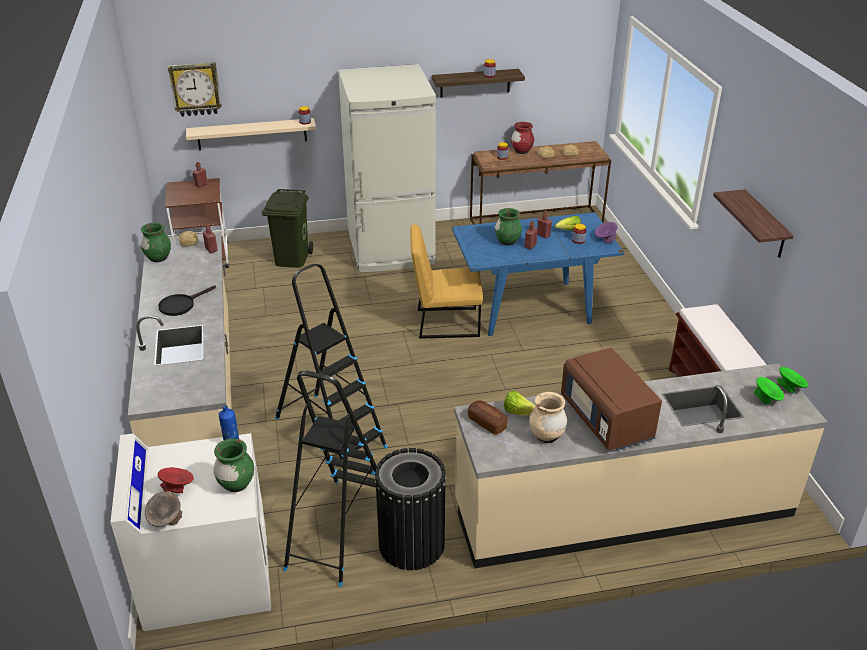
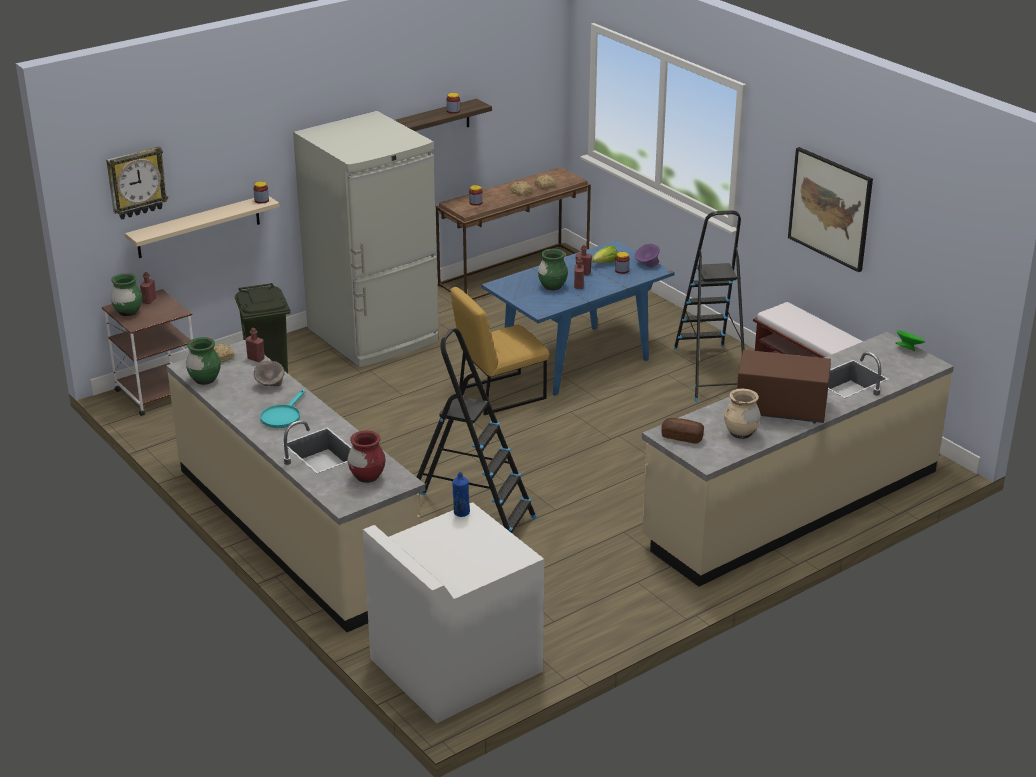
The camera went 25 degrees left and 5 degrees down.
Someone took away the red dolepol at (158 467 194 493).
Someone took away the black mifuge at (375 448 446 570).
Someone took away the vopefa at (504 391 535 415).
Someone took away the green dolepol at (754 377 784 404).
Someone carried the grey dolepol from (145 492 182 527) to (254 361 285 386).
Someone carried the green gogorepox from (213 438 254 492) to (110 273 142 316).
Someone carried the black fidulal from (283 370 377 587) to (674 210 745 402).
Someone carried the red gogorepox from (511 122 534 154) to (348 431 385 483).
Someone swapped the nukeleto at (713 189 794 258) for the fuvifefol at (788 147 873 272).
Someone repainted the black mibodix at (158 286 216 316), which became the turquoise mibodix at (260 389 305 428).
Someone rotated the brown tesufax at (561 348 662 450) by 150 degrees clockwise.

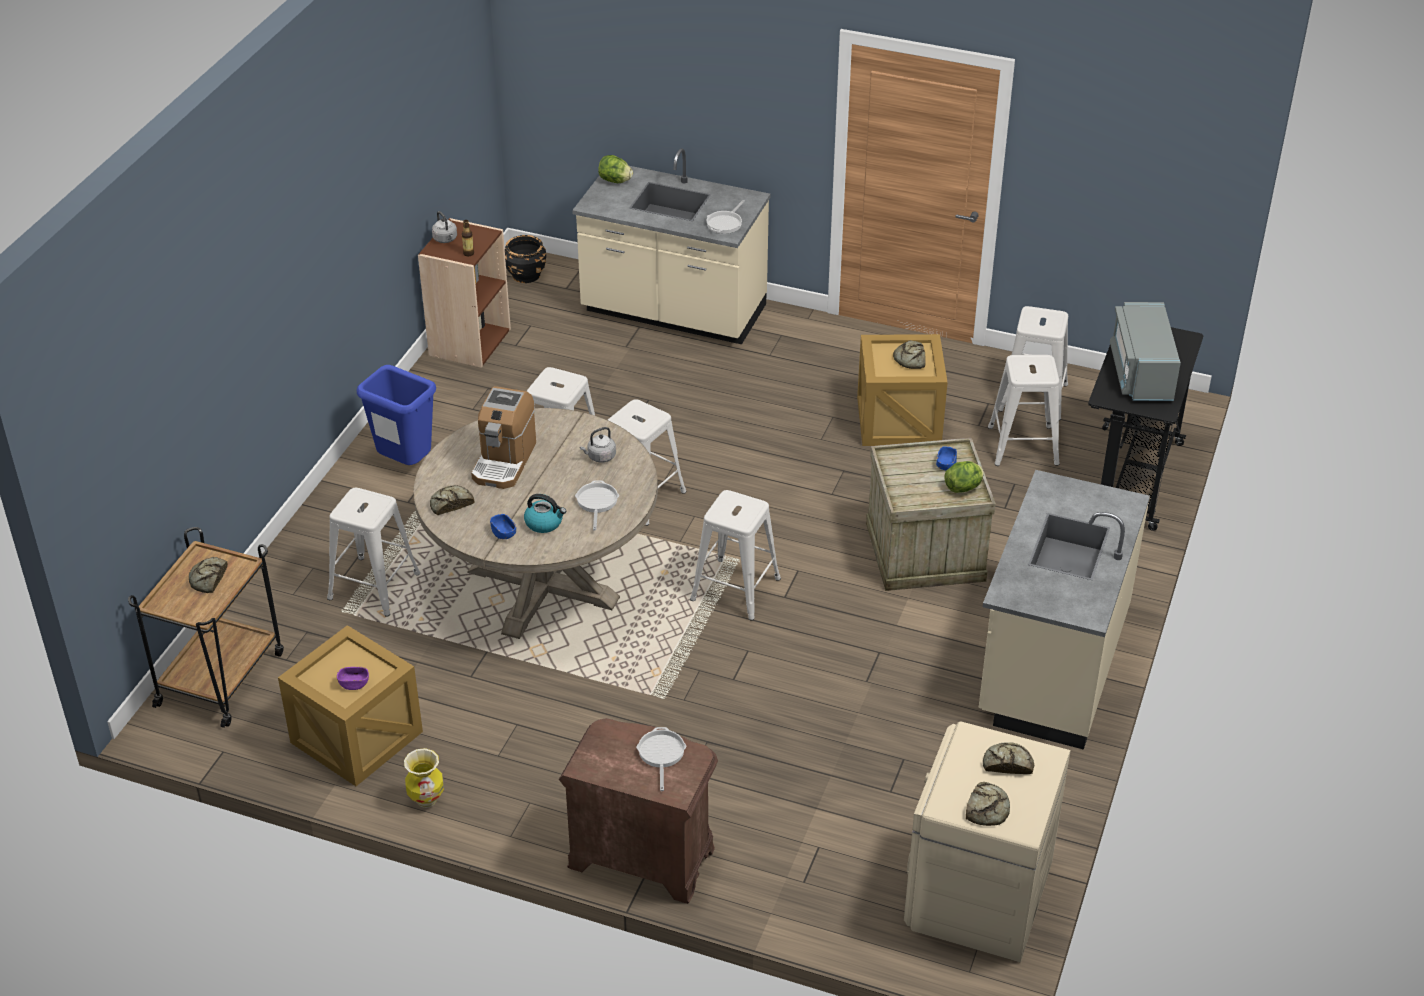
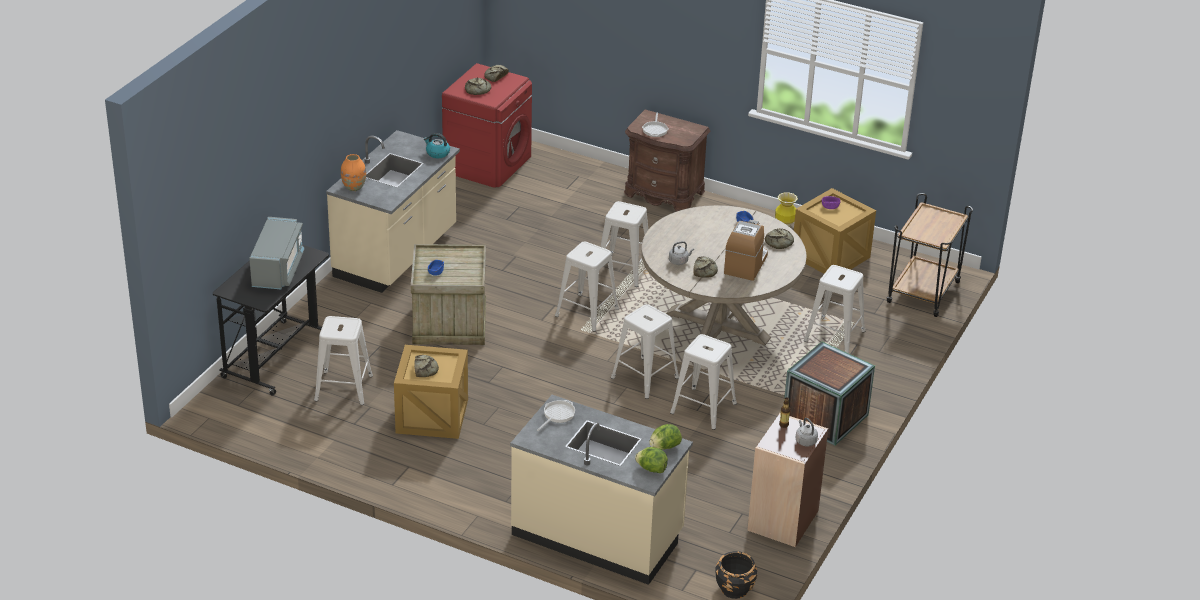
The camera went 175 degrees left and 5 degrees down.
Someone took away the mibodix at (575 480 619 531).
Someone put down the orange gogorepox at (341 154 366 191).
Someone carried the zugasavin from (189 557 228 593) to (693 256 718 278).
Someone carried the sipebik from (524 494 566 533) to (424 133 450 158).
Someone carried the vopefa from (944 461 984 493) to (649 424 682 450).
Someone carried the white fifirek from (999 306 1068 420) to (601 201 648 287).
Someone swapped the blue mifuge at (357 365 436 465) for the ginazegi at (784 341 875 446).
Someone repainted the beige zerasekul at (904 722 1071 963), which became the red zerasekul at (442 63 532 188).

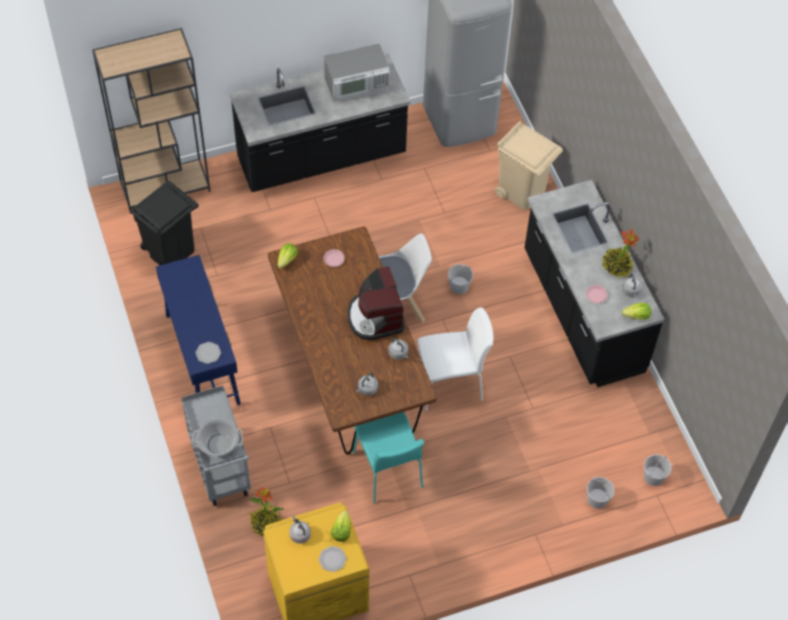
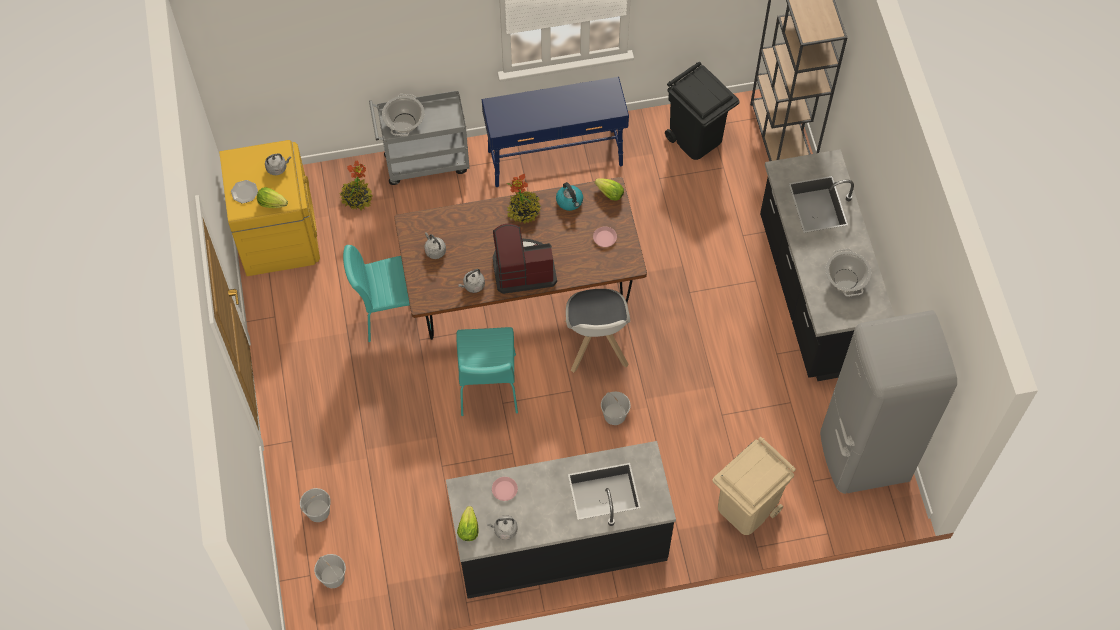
The camera went 100 degrees right and 5 degrees up.
Someone took away the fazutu at (195 342 221 364).
Someone put down the sipebik at (556 182 583 211).
Someone carried the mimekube from (601 229 639 278) to (506 173 541 224).
Someone swapped the tesufax at (324 43 389 103) for the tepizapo at (826 249 871 297).
Someone repainted the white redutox at (417 307 494 410), which became the turquoise redutox at (456 327 518 416).

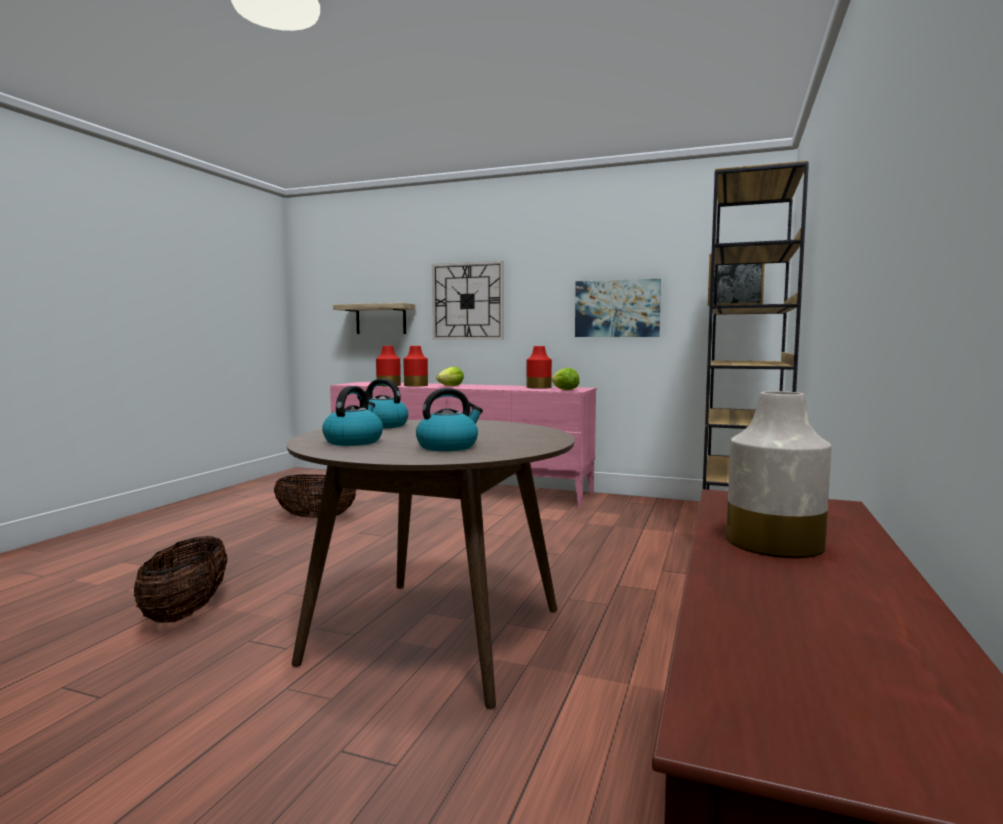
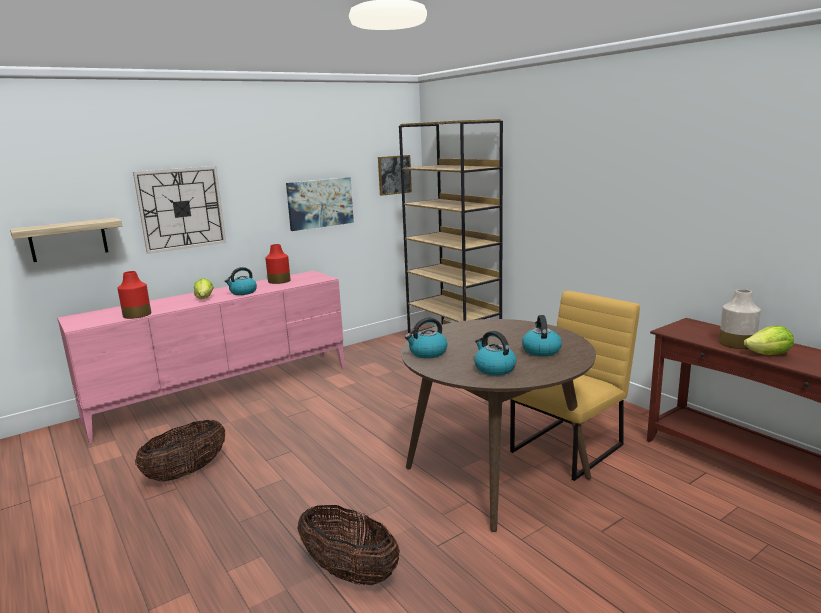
The camera went 55 degrees left and 10 degrees up.
Someone took away the red gogorepox at (403 346 428 387).
Someone put down the sipebik at (225 267 257 295).
Someone put down the yellow redutox at (510 291 640 481).
Someone carried the vopefa from (551 368 579 390) to (744 326 794 355).

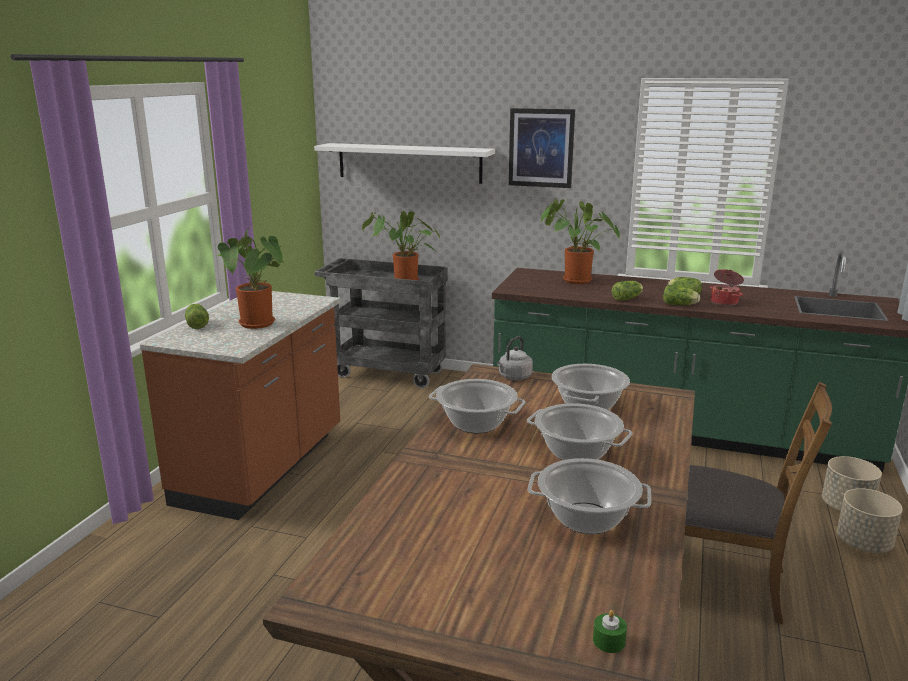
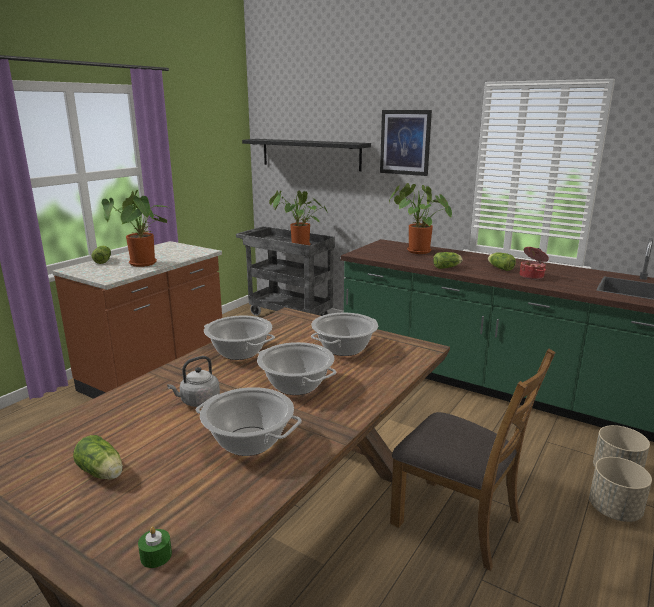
The camera went 15 degrees right and 0 degrees up.
Someone carried the grey sipebik from (497 336 533 380) to (167 356 220 407).
Someone carried the vopefa from (663 285 700 305) to (73 435 123 480).
Someone repainted the white nukeleto at (314 143 495 184), which became the black nukeleto at (242 139 371 171).

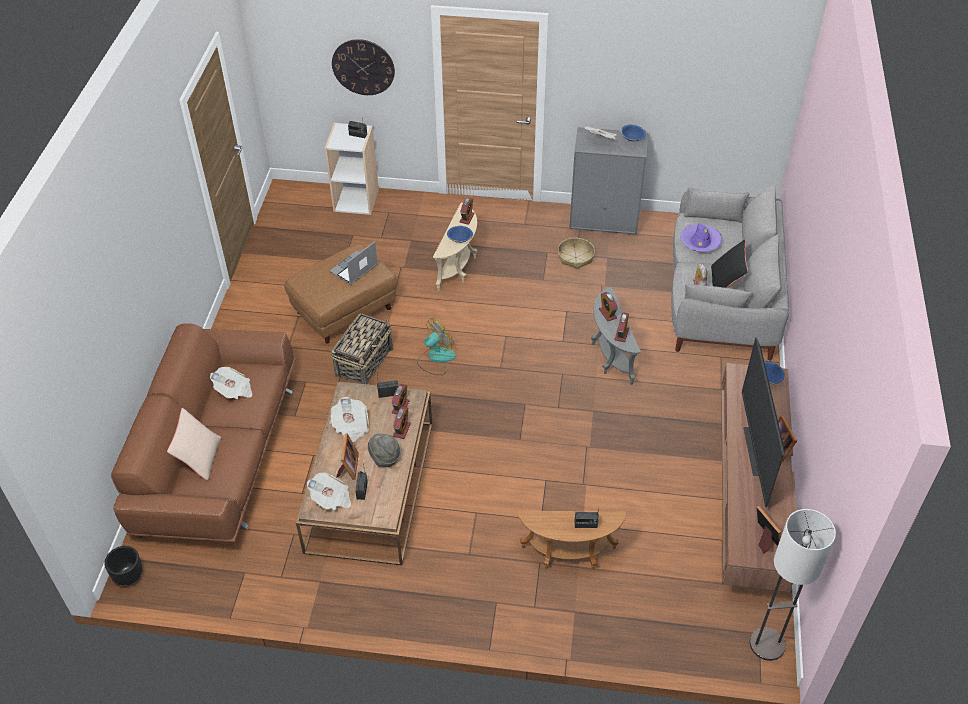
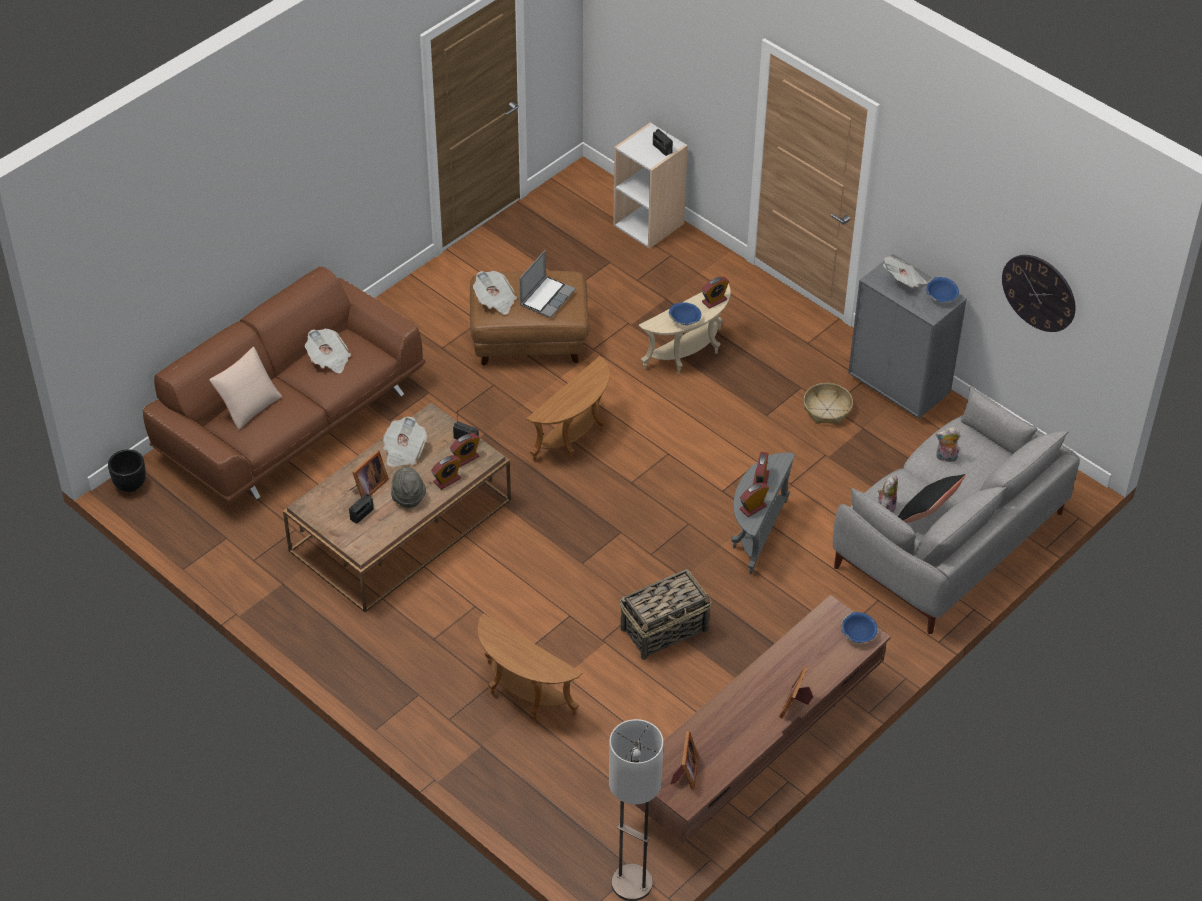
The camera went 35 degrees right and 0 degrees up.
Someone took away the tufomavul at (575 507 599 528).
Someone took away the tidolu at (742 338 785 507).
Someone carried the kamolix from (307 472 351 510) to (473 271 517 315).
Someone carried the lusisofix from (331 313 393 384) to (620 569 712 660).
Someone carried the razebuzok from (332 39 395 95) to (1002 255 1076 332).
Someone swapped the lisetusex at (417 318 456 375) for the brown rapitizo at (527 356 610 461).
Someone swapped the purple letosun at (680 223 722 252) for the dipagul at (936 427 961 464).
Someone rotated the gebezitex at (330 241 378 285) by 135 degrees clockwise.

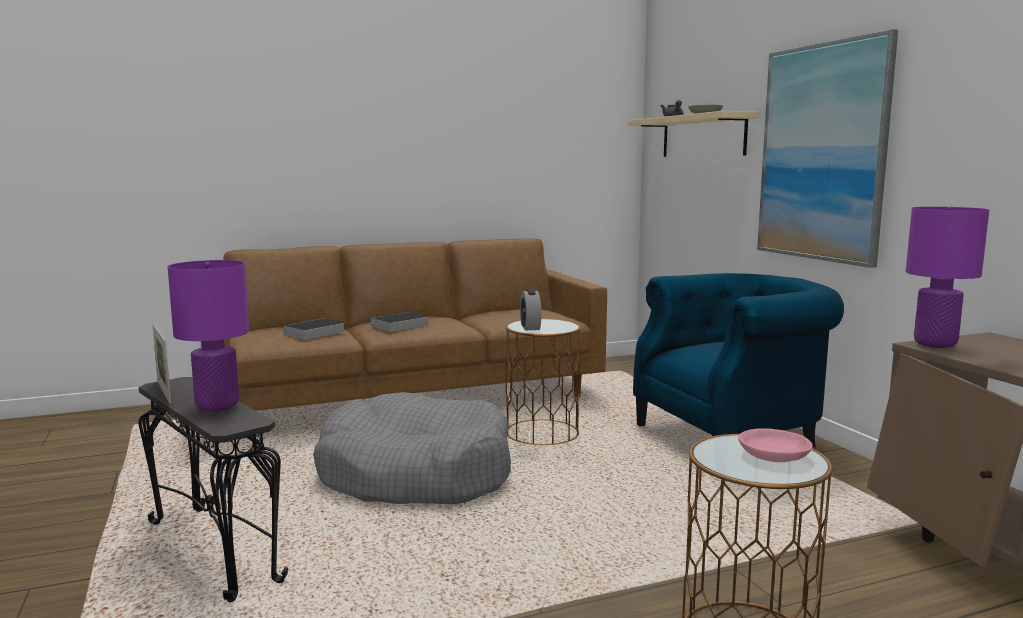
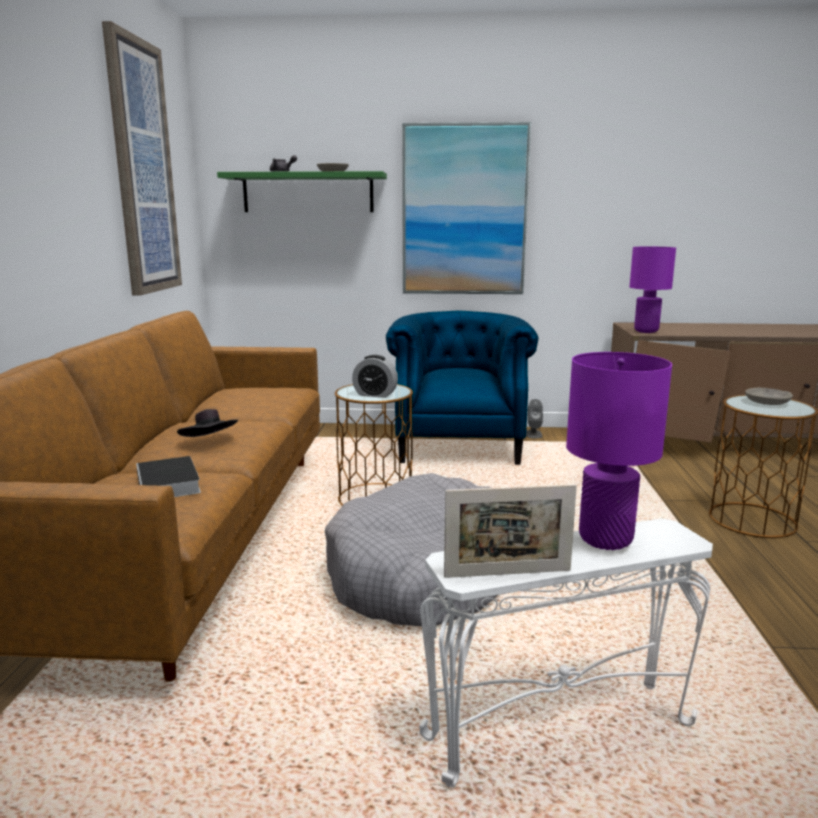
The camera went 65 degrees left and 5 degrees up.
Someone put up the fuvifefol at (102 21 182 296).
Someone put down the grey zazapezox at (526 399 543 439).
Someone swapped the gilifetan at (365 312 428 332) for the black letosun at (177 409 238 437).
Someone repainted the black rapitizo at (138 377 288 602), which became the white rapitizo at (419 518 713 787).
Someone repainted the beige nukeleto at (628 111 759 157), which became the green nukeleto at (217 171 387 212).
Someone repainted the pink dolepol at (738 428 813 462), which became the grey dolepol at (745 388 793 405).

